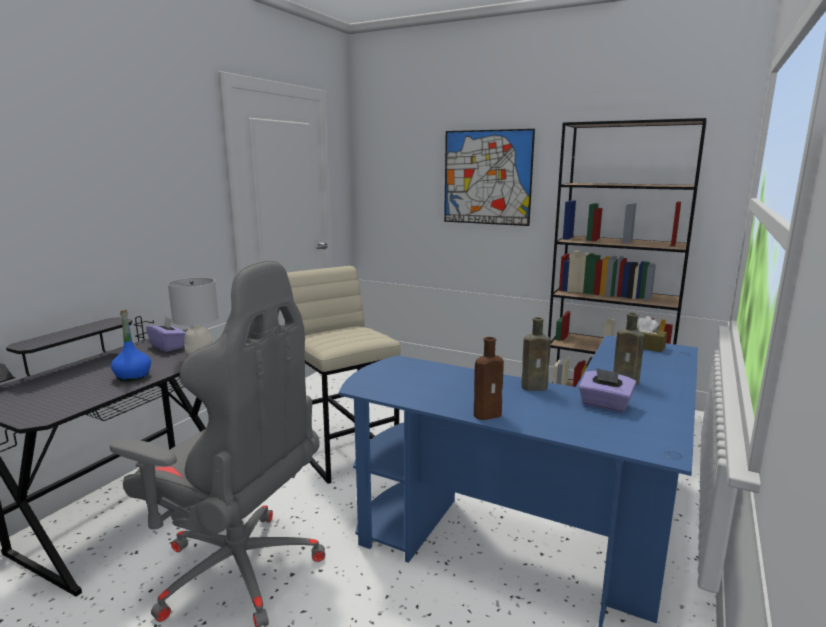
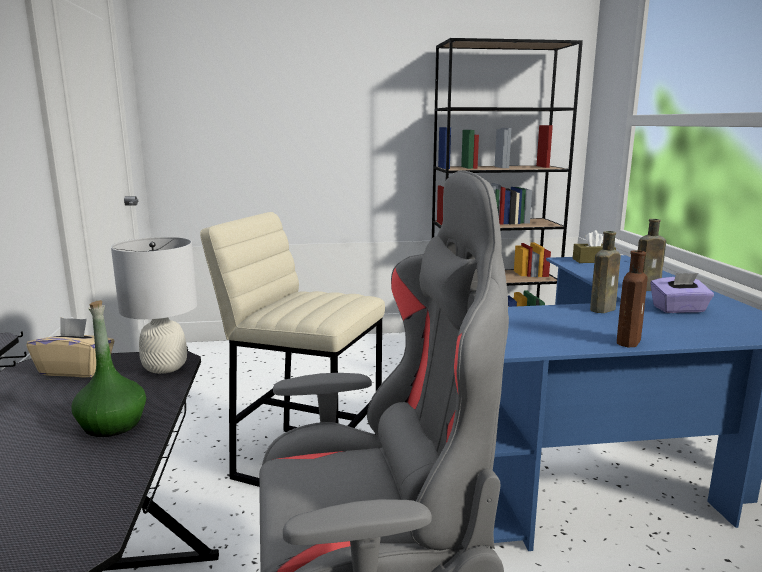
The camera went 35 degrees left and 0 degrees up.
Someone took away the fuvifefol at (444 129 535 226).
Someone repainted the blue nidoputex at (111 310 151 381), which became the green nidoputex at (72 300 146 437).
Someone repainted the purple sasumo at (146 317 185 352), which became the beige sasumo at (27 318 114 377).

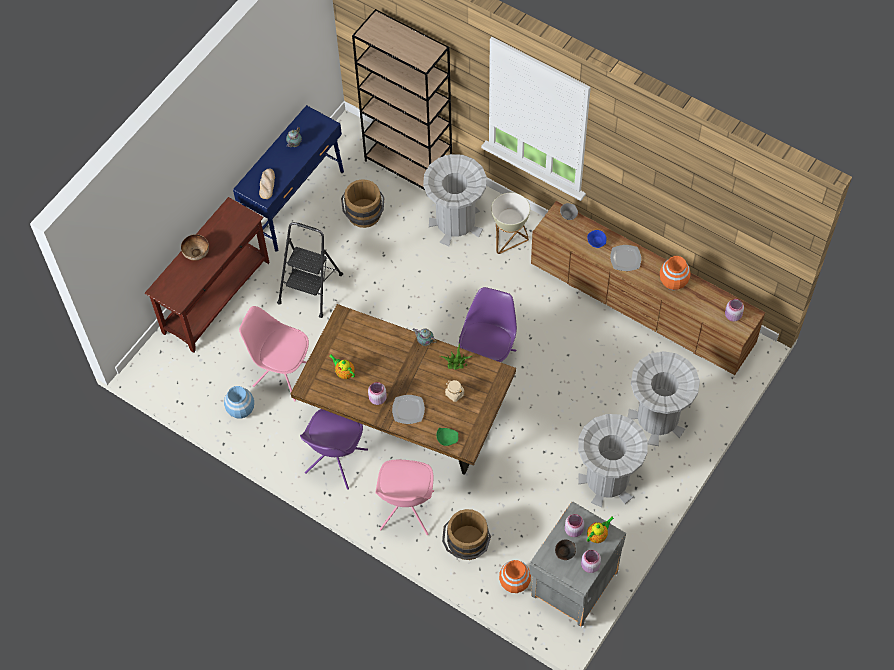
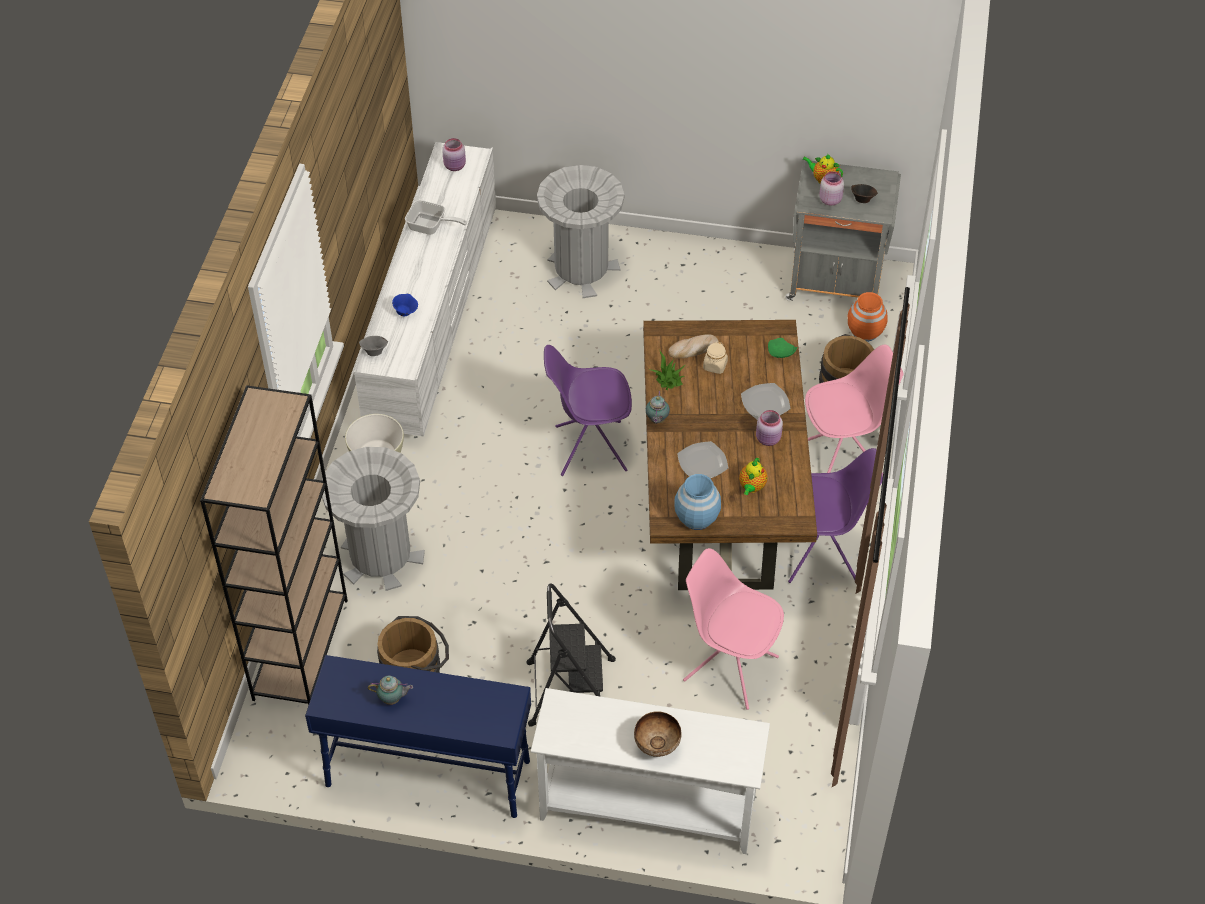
The camera went 115 degrees left and 10 degrees down.
Someone took away the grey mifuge at (578 414 647 507).
Someone took away the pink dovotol at (581 550 601 573).
Someone carried the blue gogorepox from (224 386 254 418) to (674 474 721 530).
Someone carried the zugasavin from (259 168 275 199) to (668 334 719 359).
Someone carried the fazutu from (610 245 641 271) to (677 441 728 478).
Someone swapped the orange gogorepox at (660 256 691 290) for the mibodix at (405 200 467 235).
Someone repainted the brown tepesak at (145 197 270 353), which became the white tepesak at (531 688 770 854).
Someone repainted the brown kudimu at (531 201 765 375), which became the white kudimu at (354 142 496 436).
Someone rotated the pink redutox at (239 306 309 402) by 120 degrees clockwise.

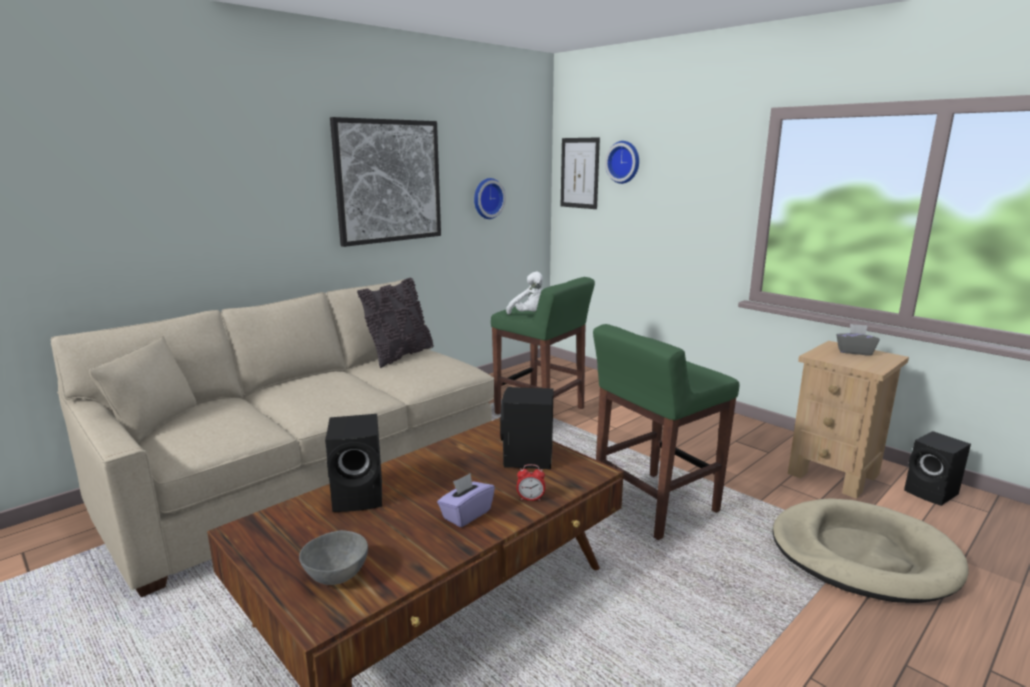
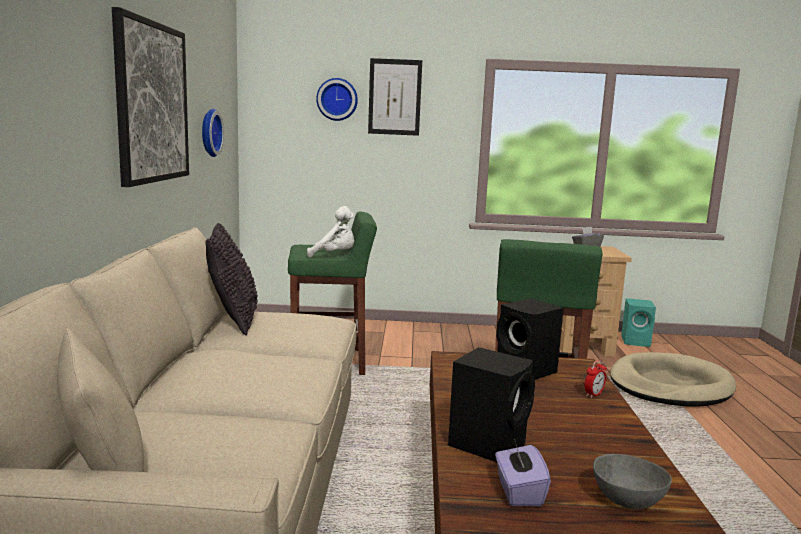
The camera went 45 degrees left and 5 degrees down.
Someone carried the purple sasumo from (437 473 495 527) to (495 439 551 506).
Someone carried the fuvifefol from (561 137 600 209) to (368 58 422 136).
Someone repainted the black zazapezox at (904 431 971 506), which became the turquoise zazapezox at (621 298 656 347).

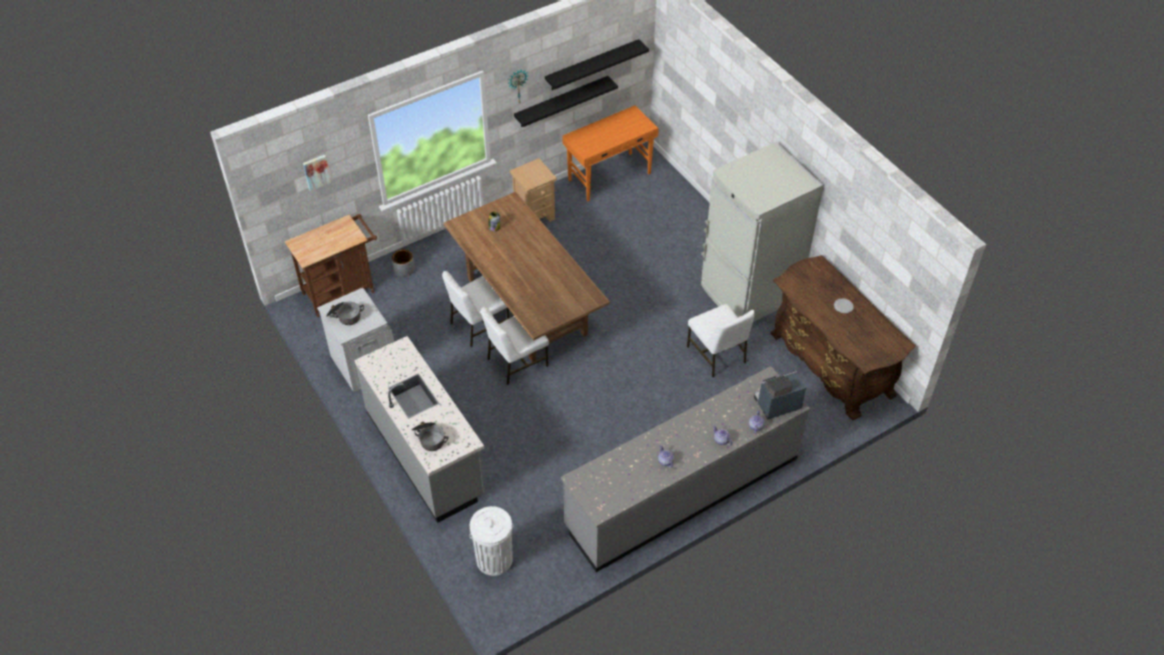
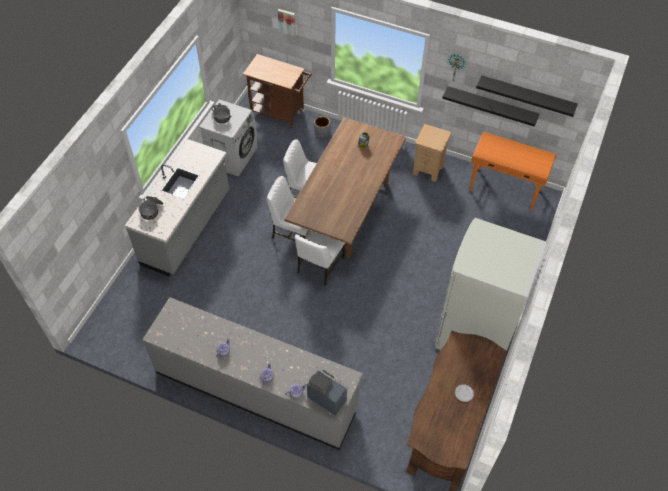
The camera went 55 degrees right and 5 degrees up.
Someone took away the white mifuge at (470 506 514 576).
Someone carried the white redutox from (687 304 754 377) to (295 230 345 285).

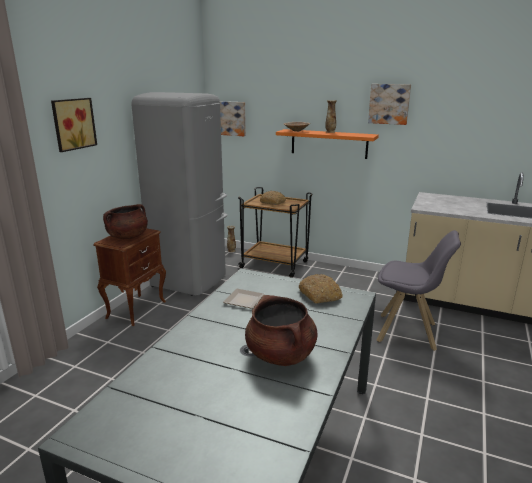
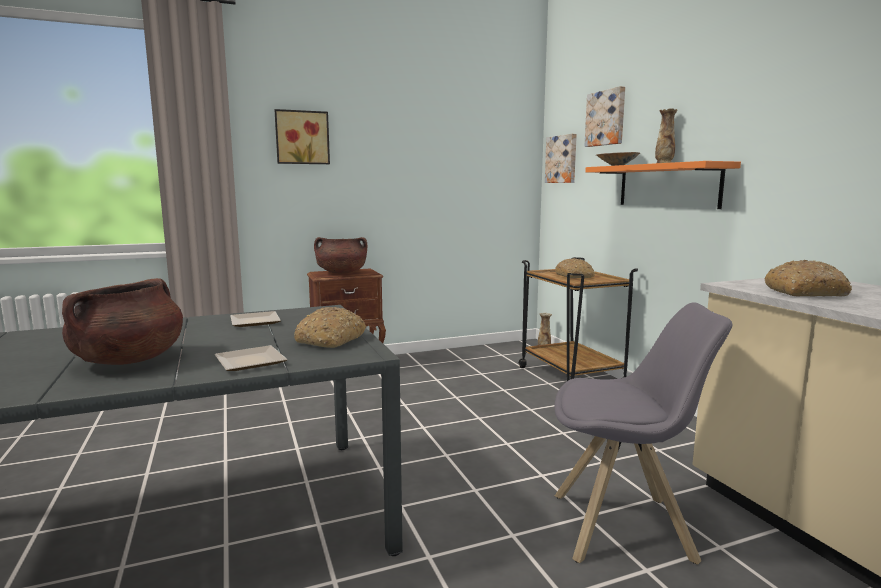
The camera went 45 degrees right and 10 degrees down.
Someone took away the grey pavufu at (131 92 228 296).
Someone put down the fazutu at (214 345 288 371).
Someone put down the zugasavin at (764 260 852 296).
Someone carried the fuvifefol from (368 84 411 125) to (584 86 625 147).
Someone rotated the grey redutox at (377 230 461 351) by 60 degrees counterclockwise.

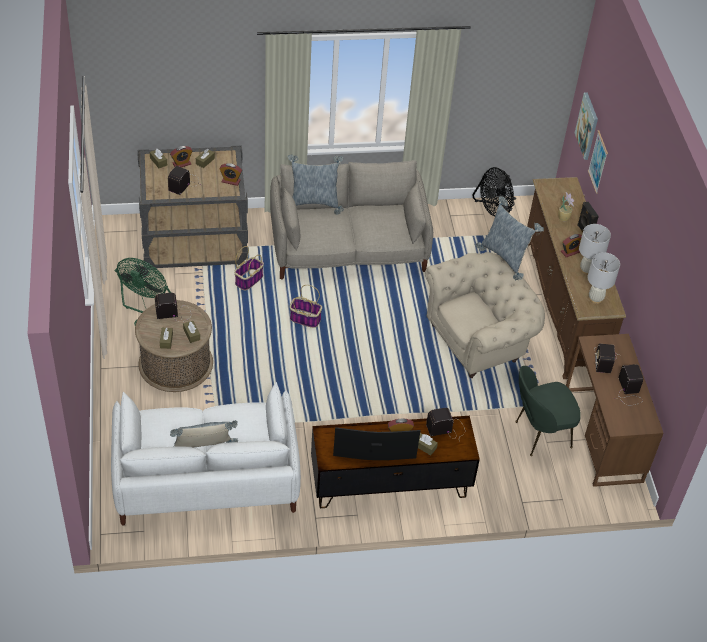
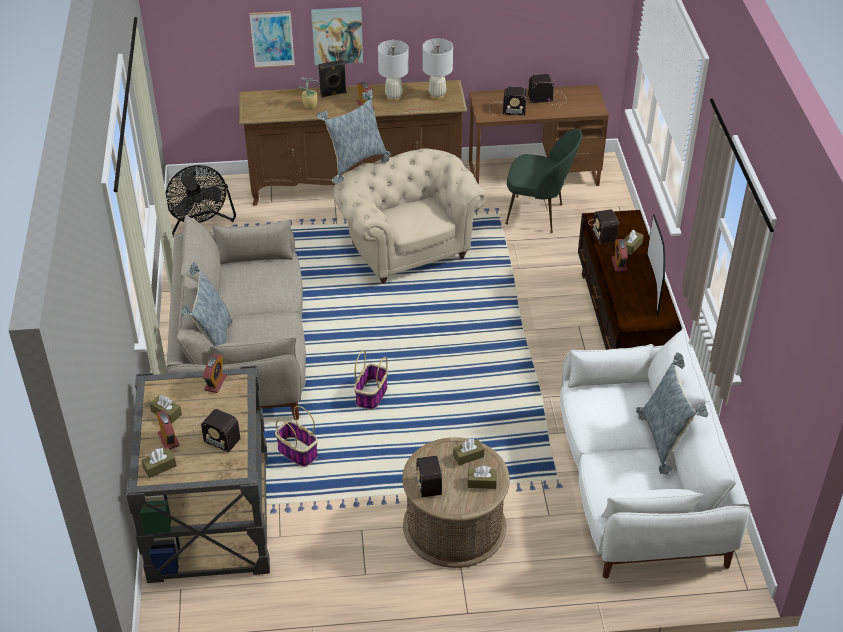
The camera went 85 degrees left and 5 degrees down.
Someone took away the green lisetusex at (115 258 171 325).
Someone carried the fuvifefol from (575 92 598 160) to (311 7 363 65).
Someone rotated the green redutox at (515 366 581 456) by 60 degrees counterclockwise.

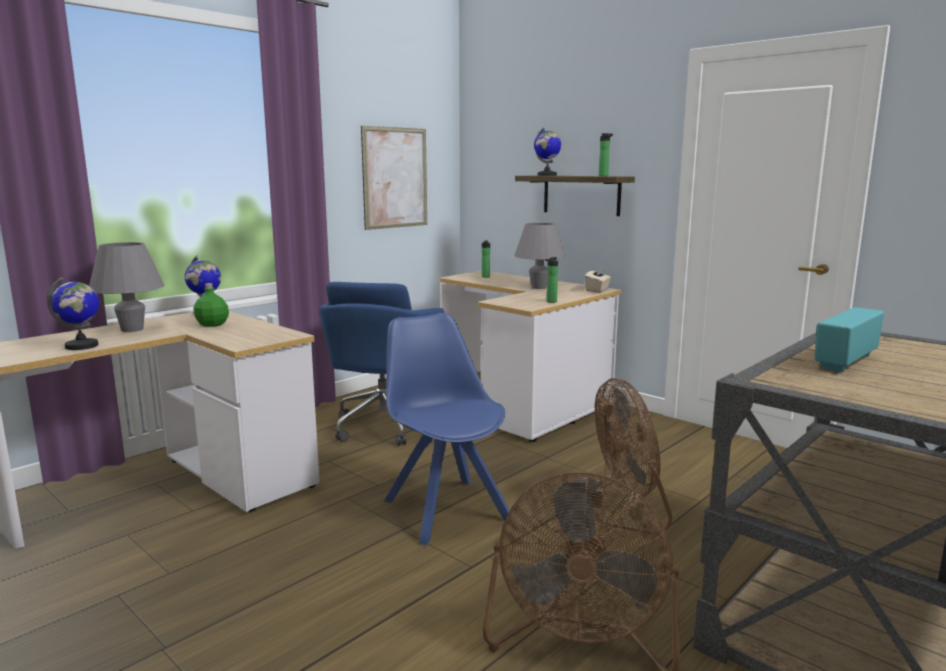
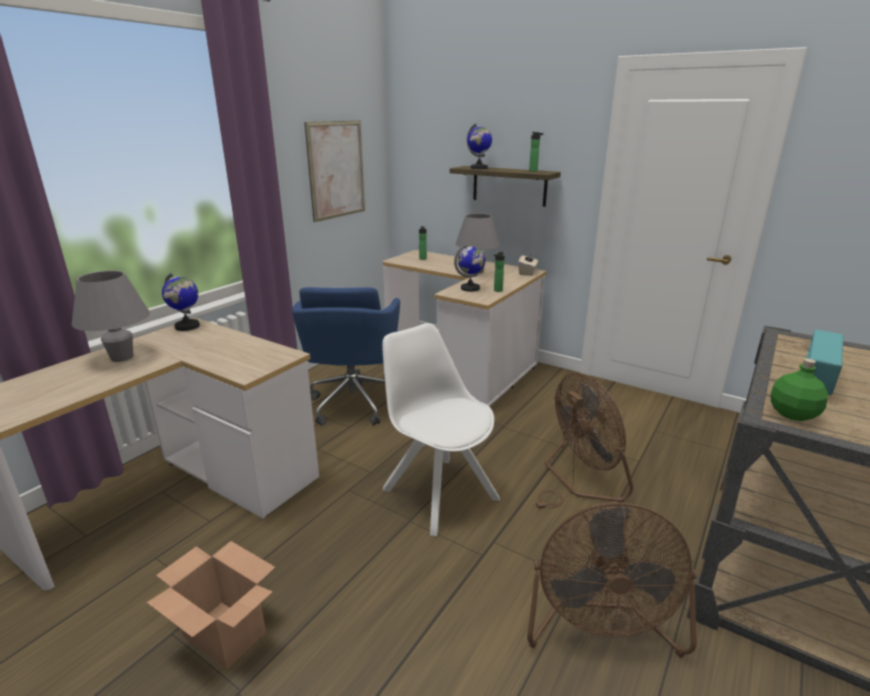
The camera went 10 degrees left and 10 degrees up.
Someone put down the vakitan at (147 541 276 670).
Someone carried the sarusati from (47 277 99 350) to (454 244 485 292).
Someone carried the green nidoputex from (194 283 229 327) to (771 358 828 421).
Someone repainted the blue redutox at (384 313 512 545), which became the white redutox at (382 323 500 536).

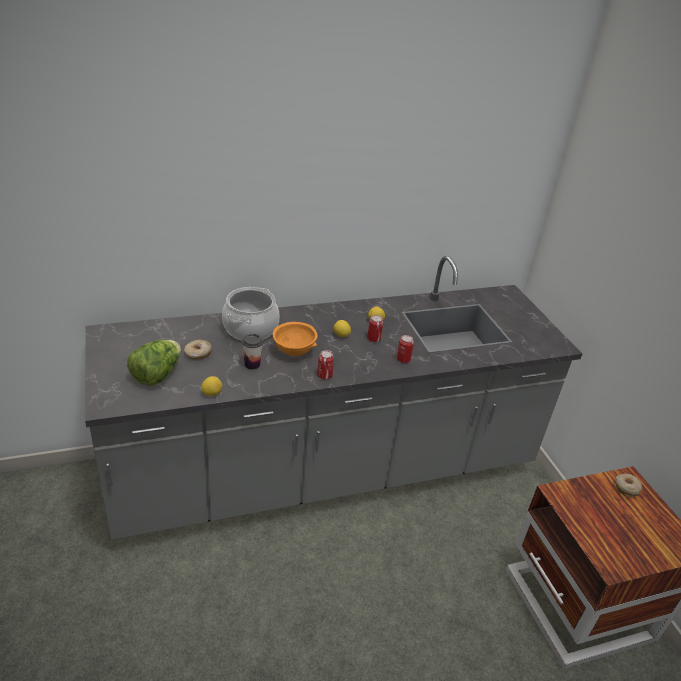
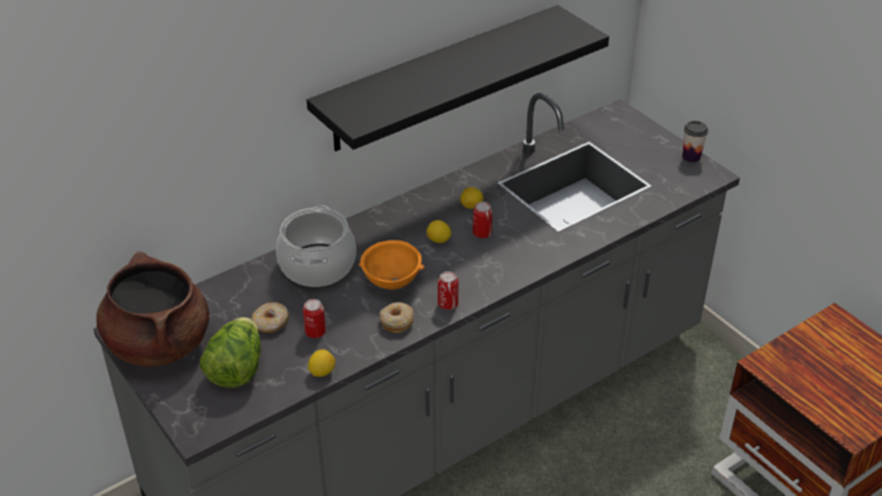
The camera went 15 degrees left and 5 degrees up.
Someone put down the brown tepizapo at (96 251 209 366).
Someone put up the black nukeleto at (307 5 609 151).
Someone carried the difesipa from (242 334 263 370) to (682 121 708 163).
Someone carried the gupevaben from (396 335 414 363) to (303 299 326 338).
Someone carried the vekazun from (616 474 642 497) to (379 302 414 333).

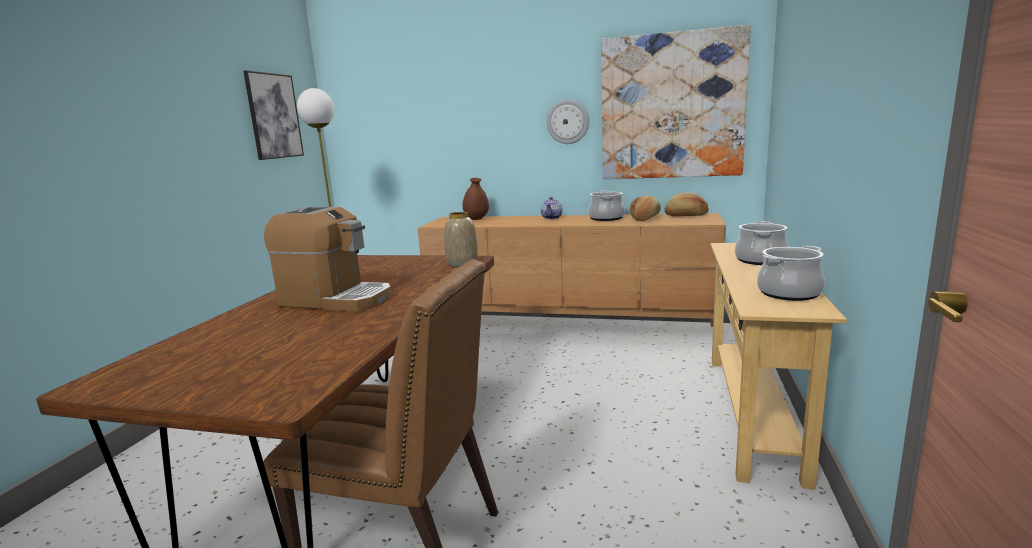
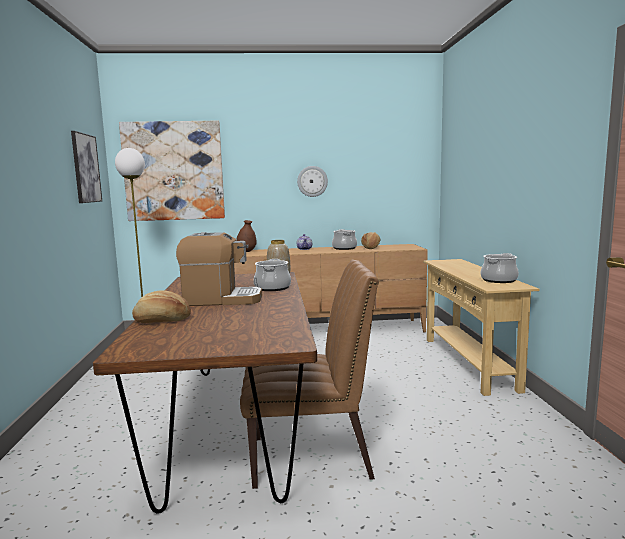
The camera went 20 degrees left and 5 degrees down.
Someone carried the fuvifefol from (601 25 751 179) to (119 121 225 221).
Someone carried the zugasavin from (664 193 709 216) to (132 290 191 323).
Someone carried the tepizapo from (735 221 788 265) to (254 259 291 291).

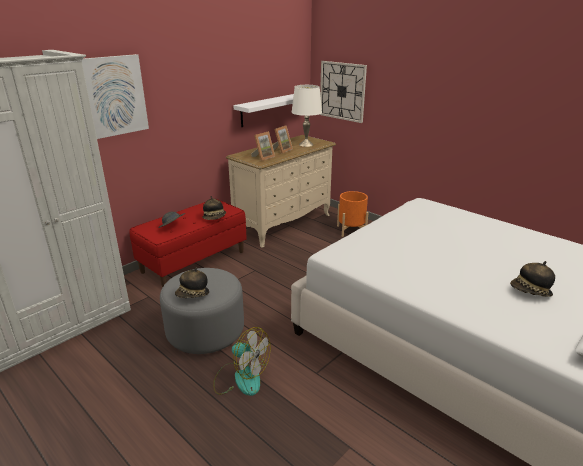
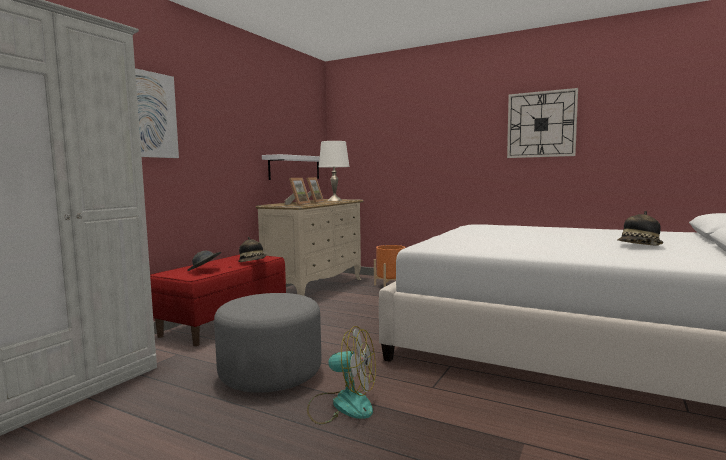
The camera went 15 degrees left and 20 degrees down.
Someone took away the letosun at (175 267 209 298).
Someone carried the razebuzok from (320 61 367 123) to (507 88 578 158).

